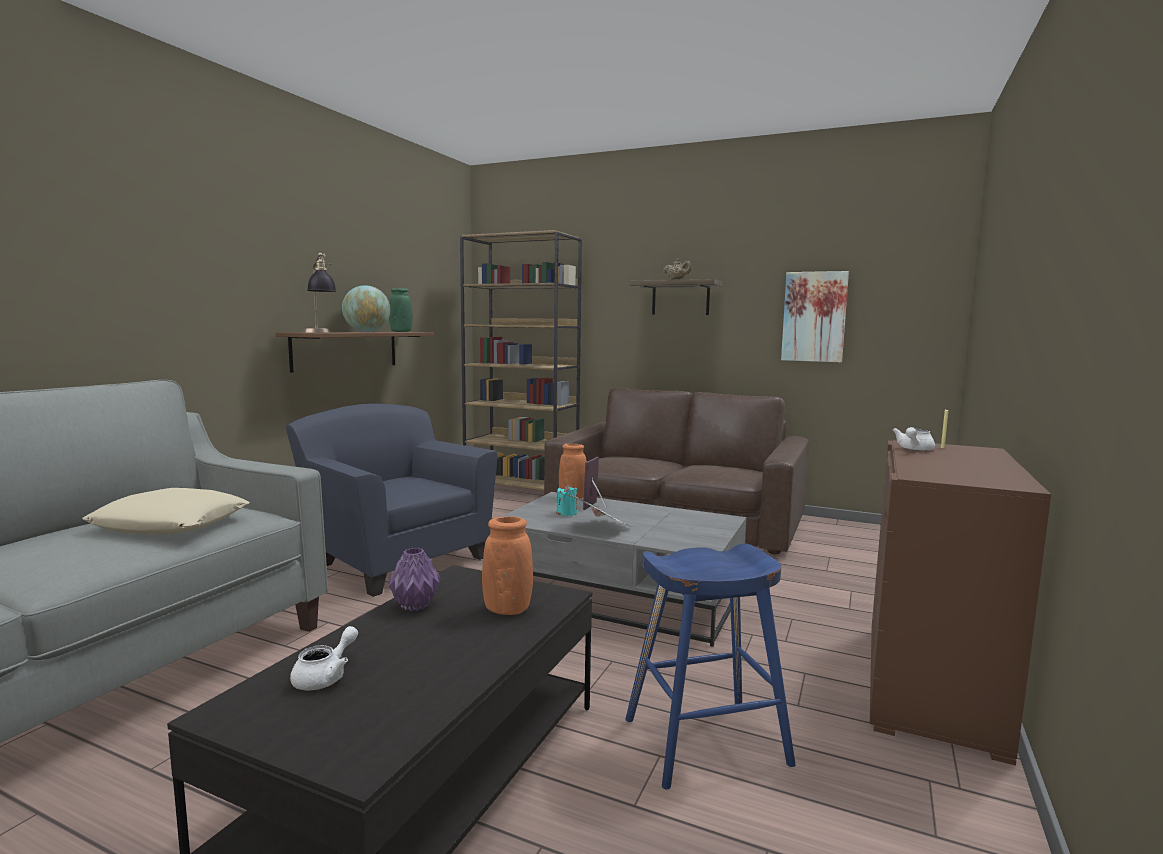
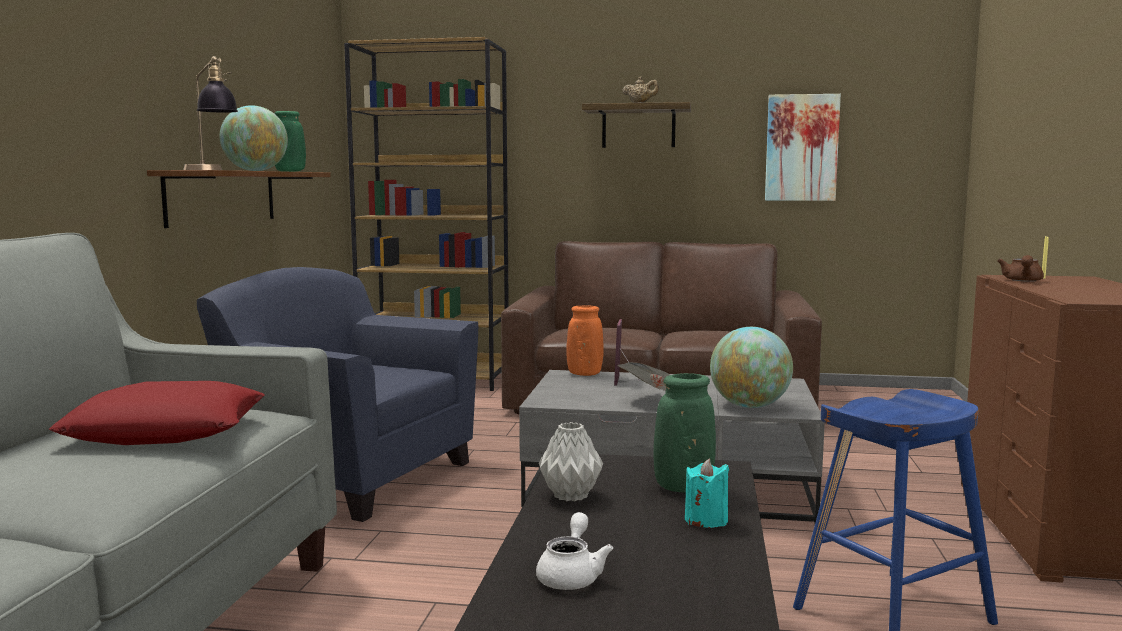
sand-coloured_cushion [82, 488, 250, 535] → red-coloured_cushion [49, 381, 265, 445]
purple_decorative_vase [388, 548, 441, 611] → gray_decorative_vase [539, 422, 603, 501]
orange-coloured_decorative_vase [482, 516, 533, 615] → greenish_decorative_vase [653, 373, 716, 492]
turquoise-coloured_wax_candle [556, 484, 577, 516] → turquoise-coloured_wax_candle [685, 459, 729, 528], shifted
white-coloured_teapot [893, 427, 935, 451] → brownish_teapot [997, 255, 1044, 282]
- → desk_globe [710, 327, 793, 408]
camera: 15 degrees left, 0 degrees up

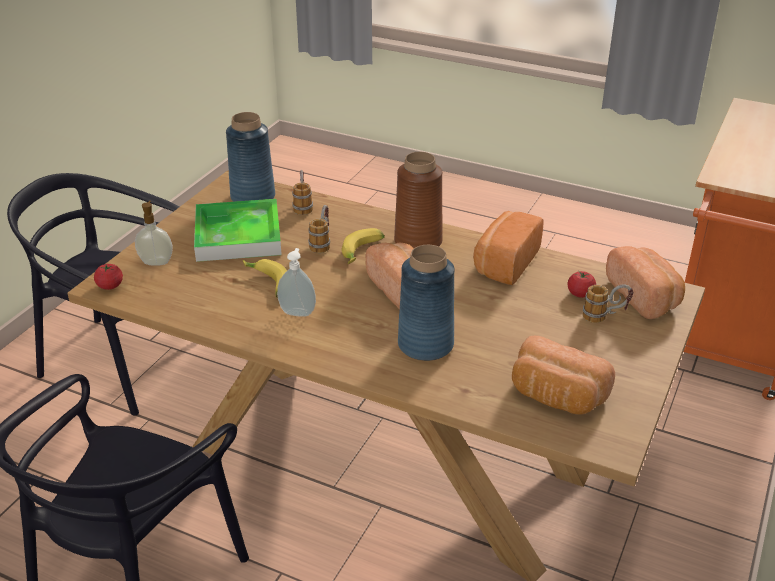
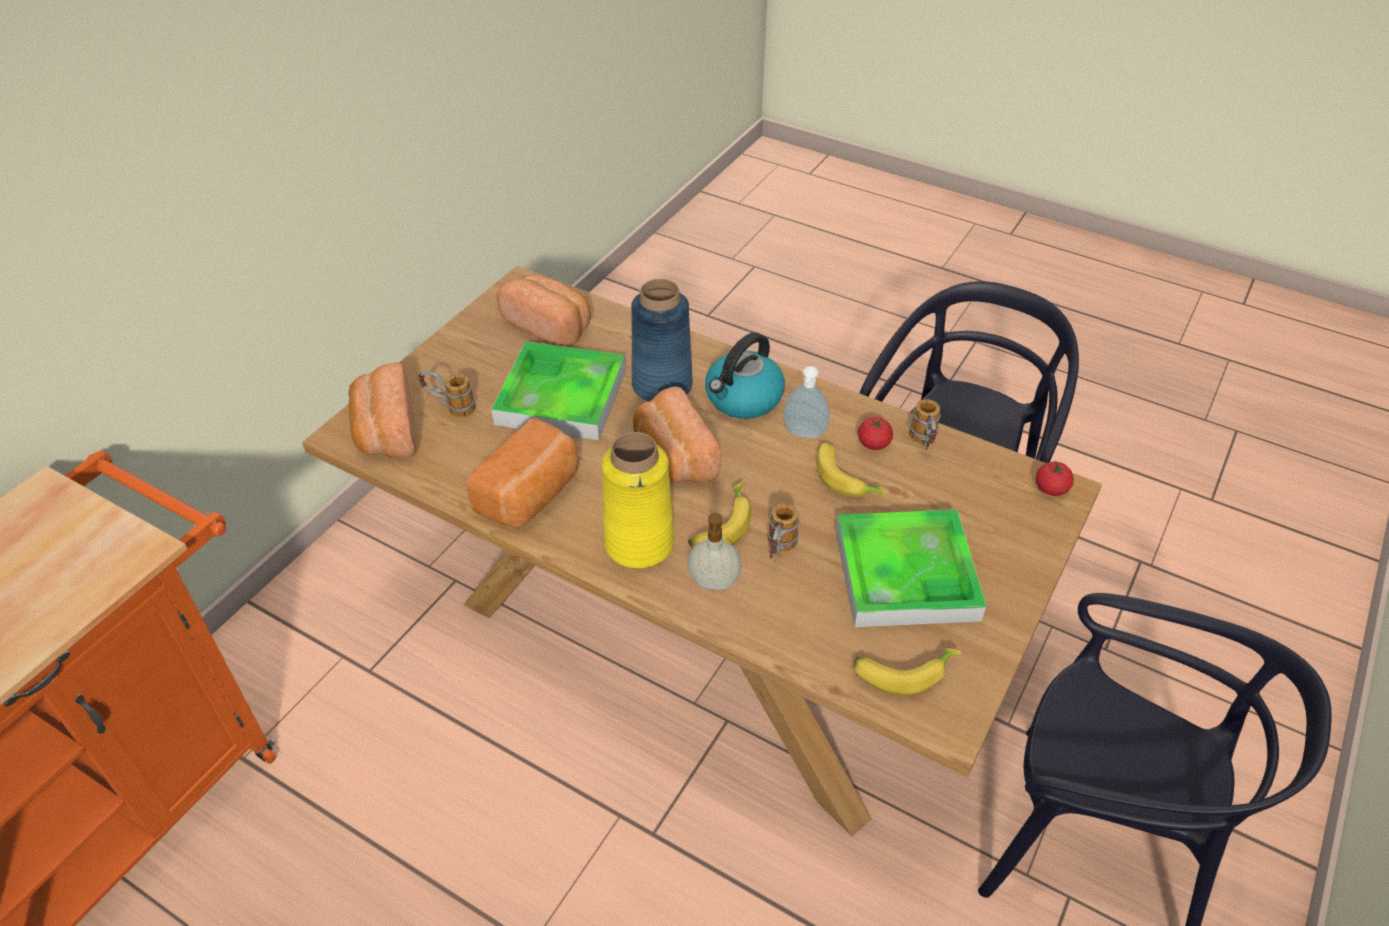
soap_bottle [135, 201, 172, 266] → soap_bottle [687, 513, 742, 590], shifted
blue-coloured_decorative_vase [226, 112, 275, 202] → banana_fruit [854, 648, 961, 696]
mug [292, 170, 313, 215] → mug [909, 399, 941, 449], shifted
brownish_decorative_vase [394, 152, 443, 248] → yellow-coloured_decorative_vase [601, 432, 674, 568]
tomato [567, 270, 596, 298] → tomato [858, 417, 893, 450], shifted
- → serving_tray [491, 341, 626, 441]
- → kettle [705, 332, 785, 419]
camera: 175 degrees left, 10 degrees up

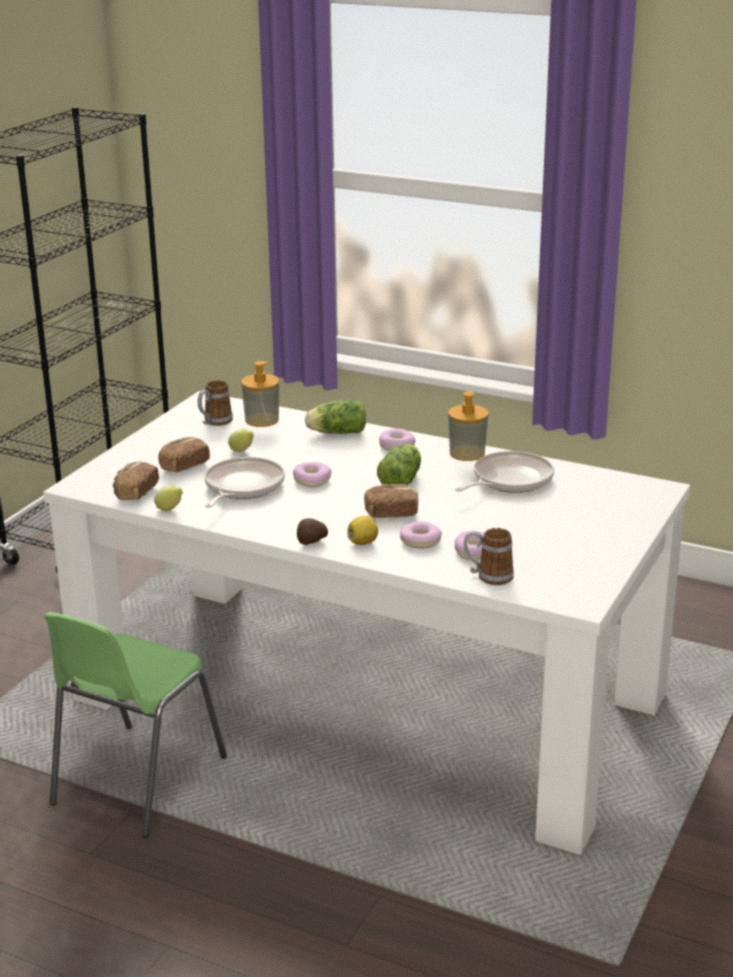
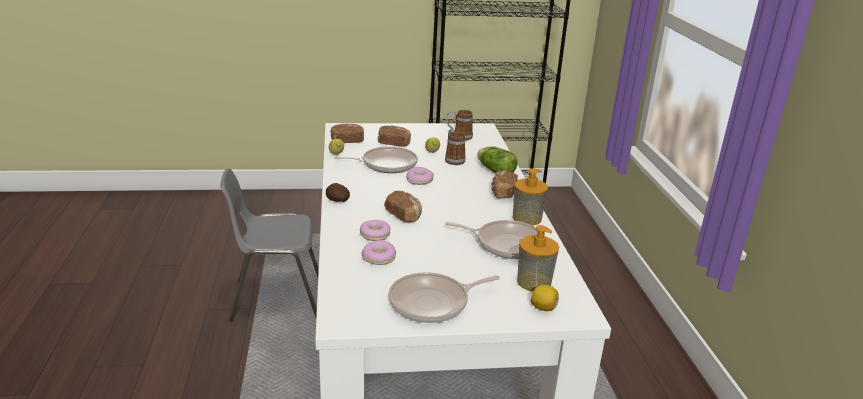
greenish_upright_chair [45, 612, 227, 838] → gray_upright_chair [220, 168, 319, 322]
soap_bottle [241, 361, 279, 427] → soap_bottle [517, 225, 559, 291], shifted
whole_lemon [347, 516, 378, 545] → whole_lemon [531, 285, 559, 311], shifted
lettuce [377, 444, 421, 486] → -
ring_doughnut [379, 428, 416, 451] → bakery_bread [491, 171, 518, 198]
mug [464, 528, 514, 585] → mug [445, 129, 466, 165], shifted
- → pan [388, 272, 500, 323]
camera: 55 degrees right, 0 degrees up

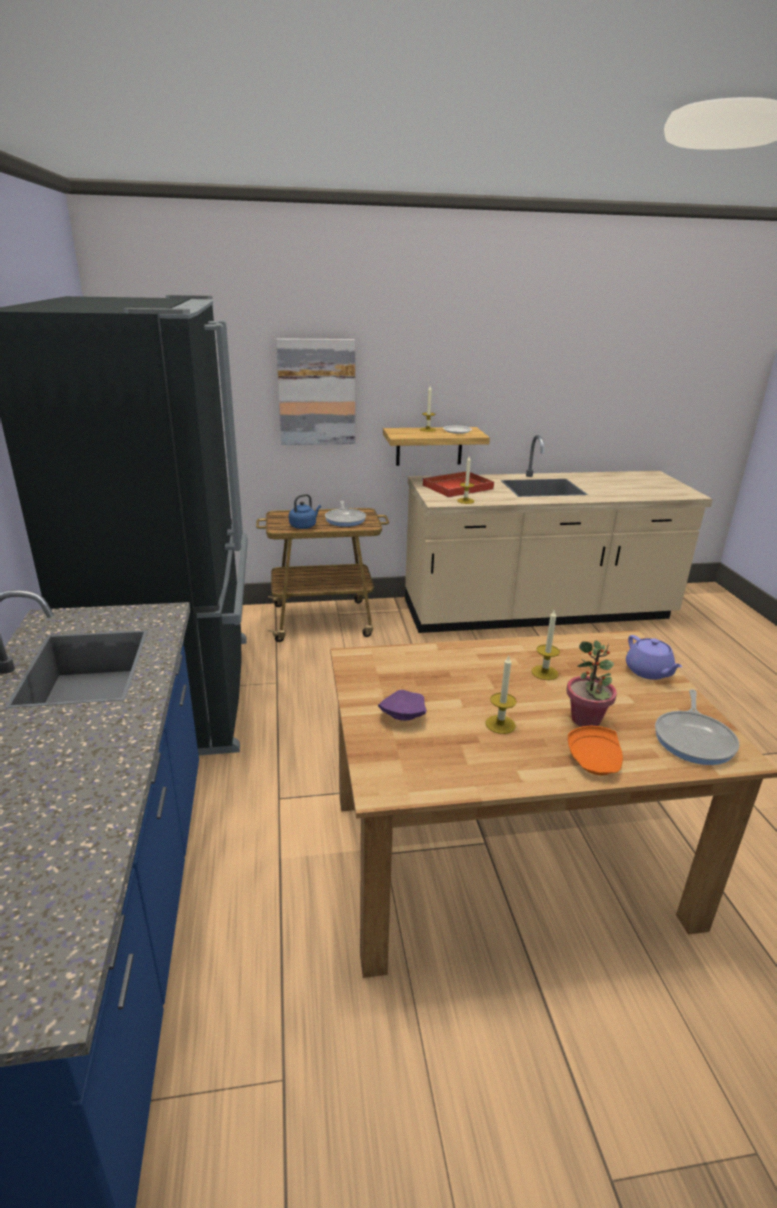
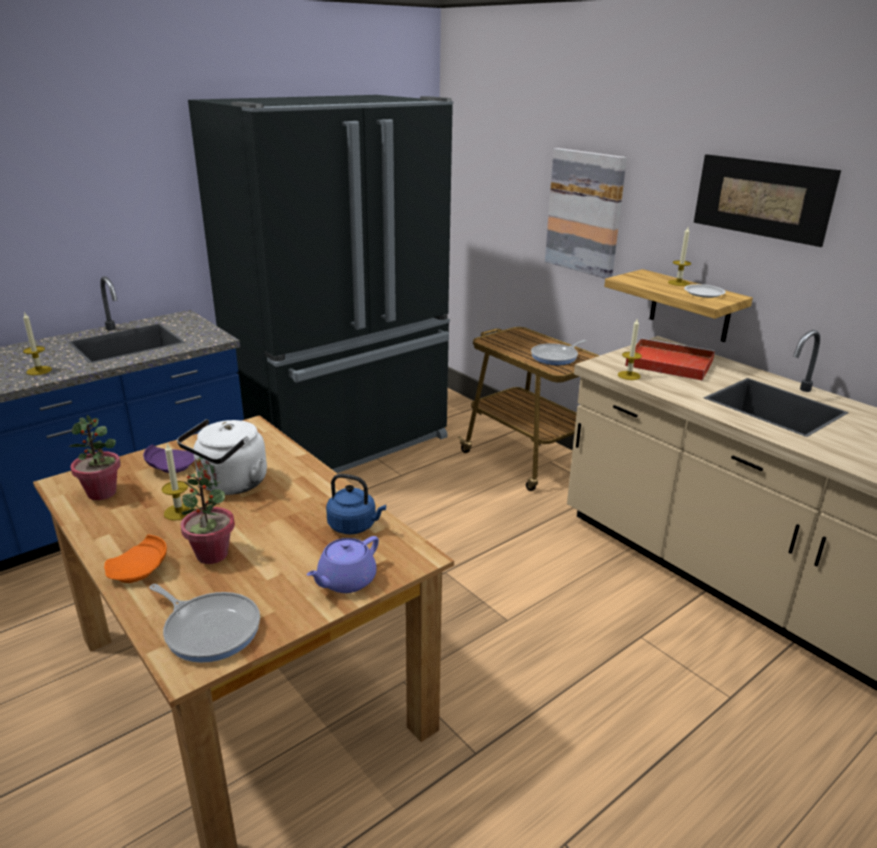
blue-coloured_kettle [289, 494, 321, 529] → blue-coloured_kettle [326, 474, 386, 534], shifted
wax_candle [531, 609, 560, 680] → wax_candle [23, 311, 52, 375], shifted
pan [655, 689, 739, 765] → pan [149, 584, 260, 663], 135 degrees counterclockwise
- → plant_in_a_pot [69, 415, 121, 500]
- → white-coloured_kettle [177, 419, 267, 495]
- → wall_art [694, 154, 841, 247]
camera: 60 degrees right, 0 degrees up

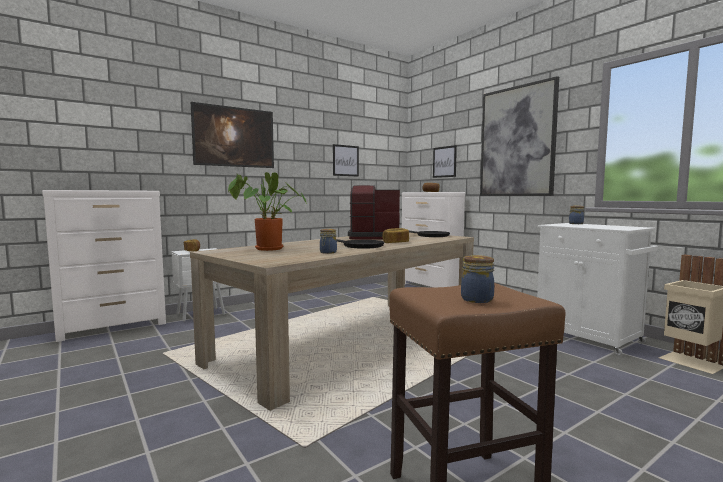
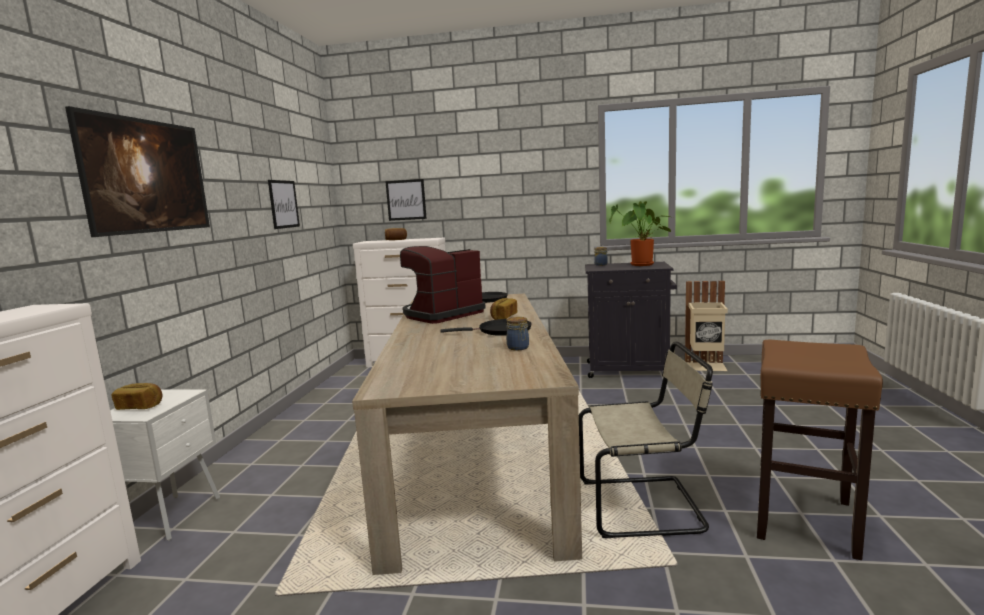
plant_in_a_pot [228, 172, 307, 251] → plant_in_a_pot [609, 201, 671, 266], shifted
storage_jar [461, 255, 494, 303] → -
wall_art [480, 76, 559, 196] → -
white-coloured_cupboard [537, 223, 658, 356] → black_cupboard [585, 262, 677, 378]
- → sand-coloured_upright_chair [579, 342, 713, 538]
camera: 45 degrees left, 5 degrees up

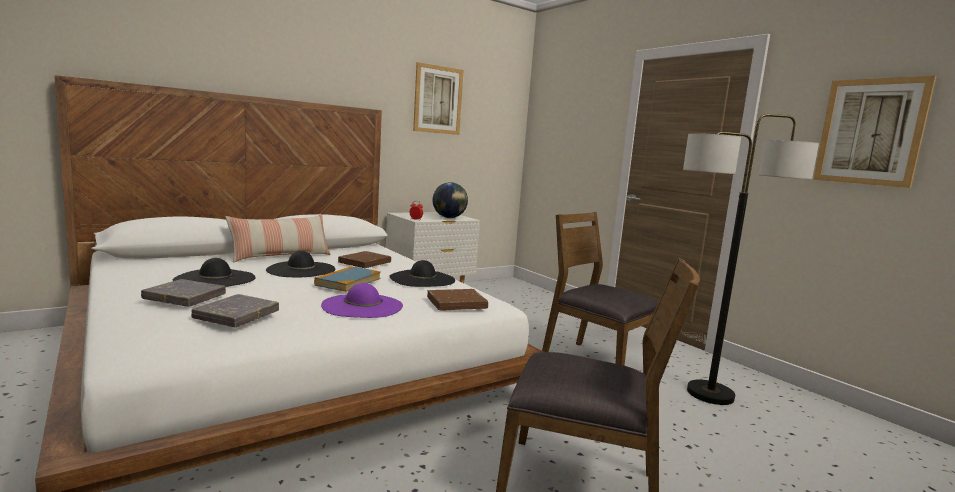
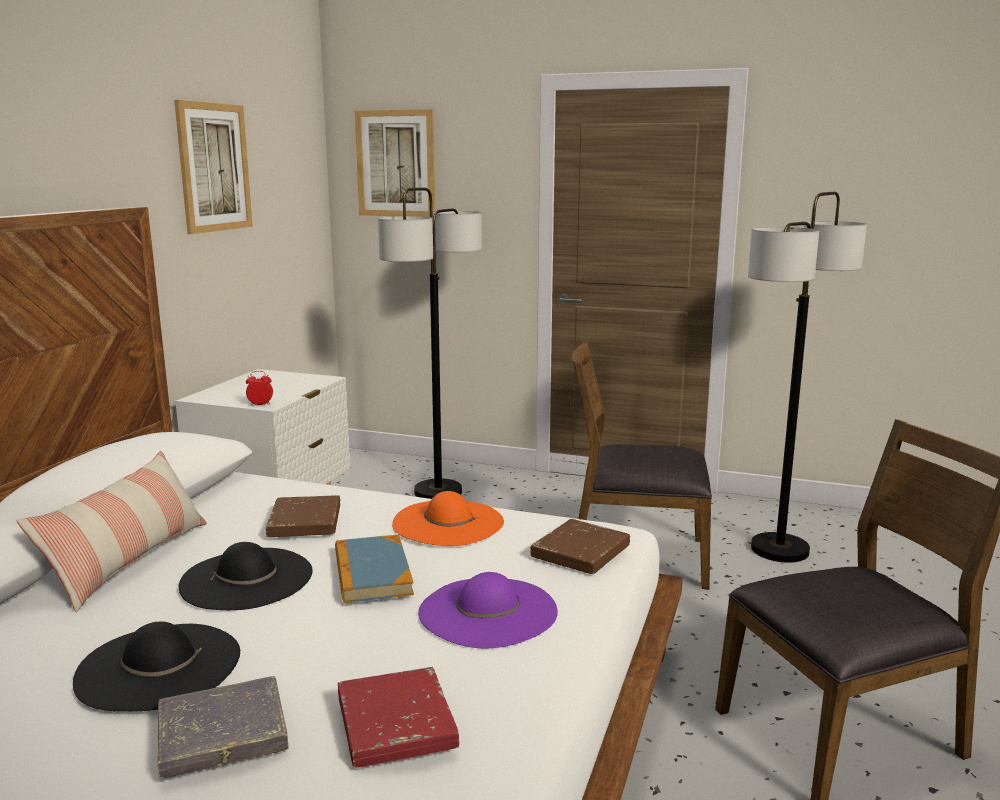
gray_book [191, 294, 279, 327] → red-coloured_book [338, 667, 459, 768]
black_hat [389, 260, 455, 287] → orange-coloured_hat [392, 491, 504, 546]
desk_globe [433, 182, 468, 218] → -
wall_art [813, 75, 936, 188] → wall_art [355, 109, 435, 217], shifted
- → floor_lamp [378, 188, 482, 499]
camera: 35 degrees left, 5 degrees up

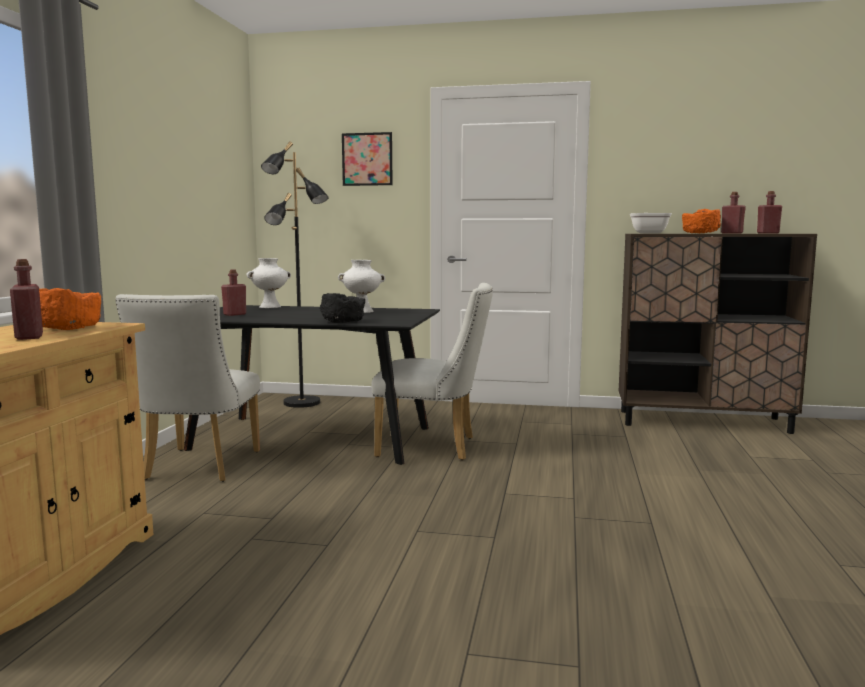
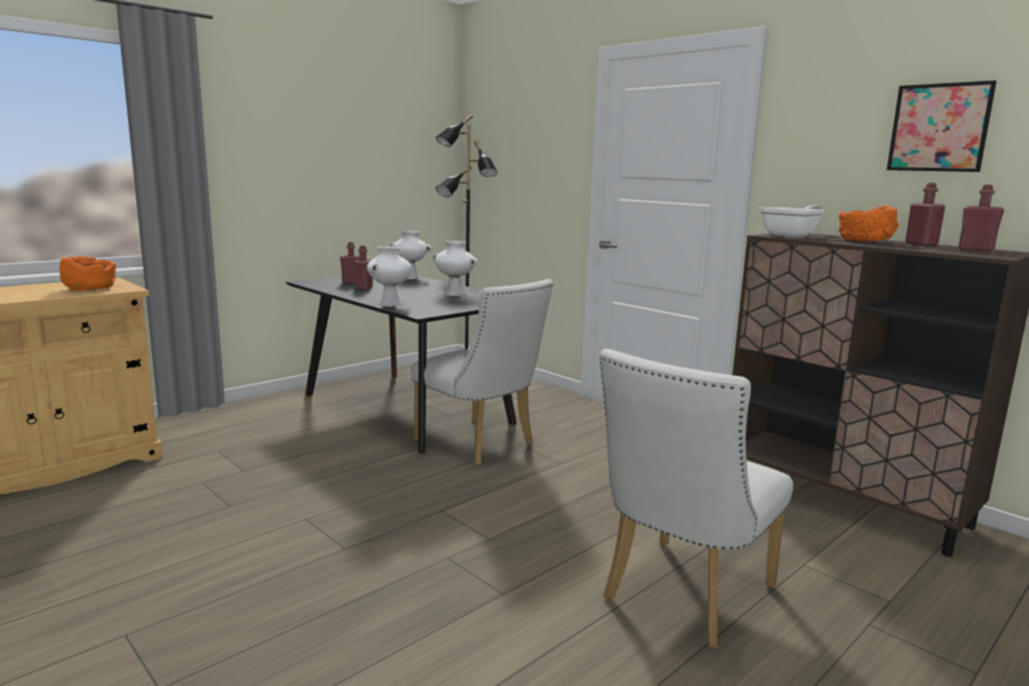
red-coloured_drink_bottle [10, 259, 43, 340] → red-coloured_drink_bottle [354, 245, 373, 290], shifted
white-coloured_upright_chair [115, 294, 260, 482] → white-coloured_upright_chair [600, 349, 793, 648], shifted
black_serving_bowl [320, 293, 365, 323] → white-coloured_decorative_vase [367, 246, 412, 307]
wall_art [342, 132, 393, 186] → wall_art [887, 80, 996, 172], shifted
camera: 35 degrees right, 5 degrees up

